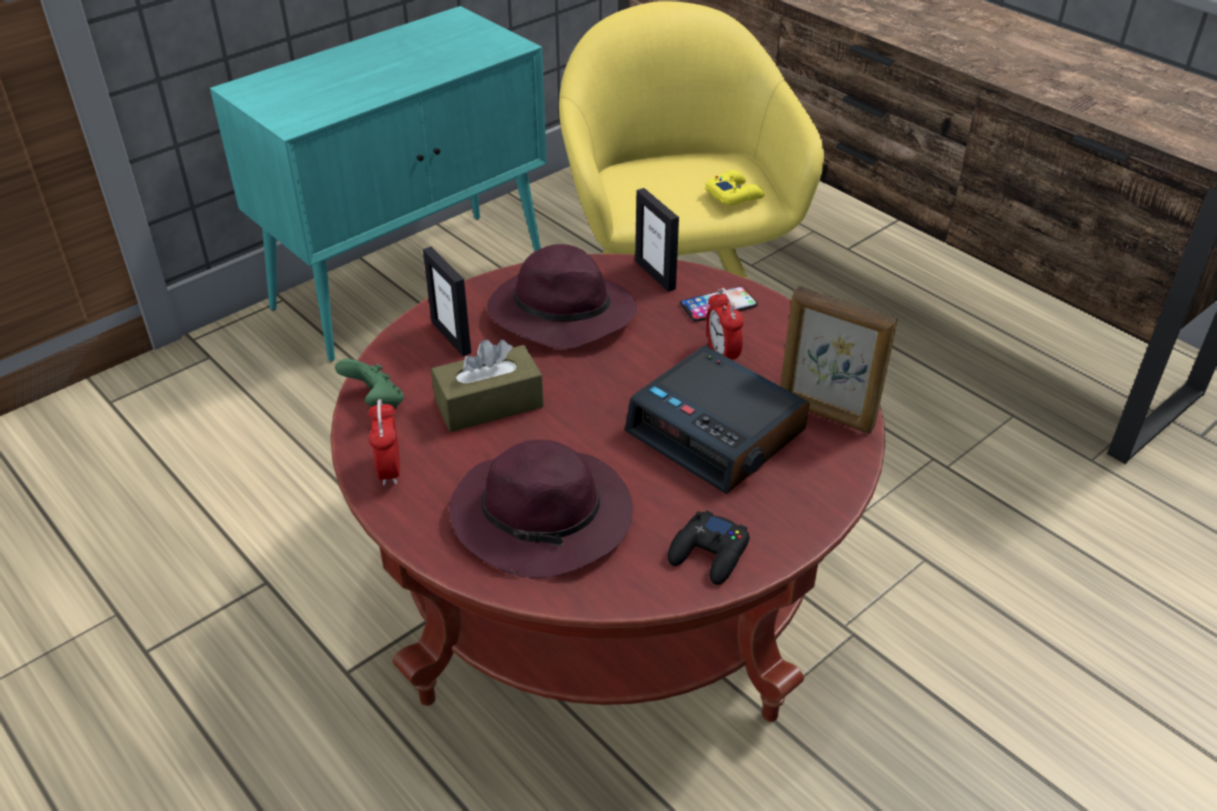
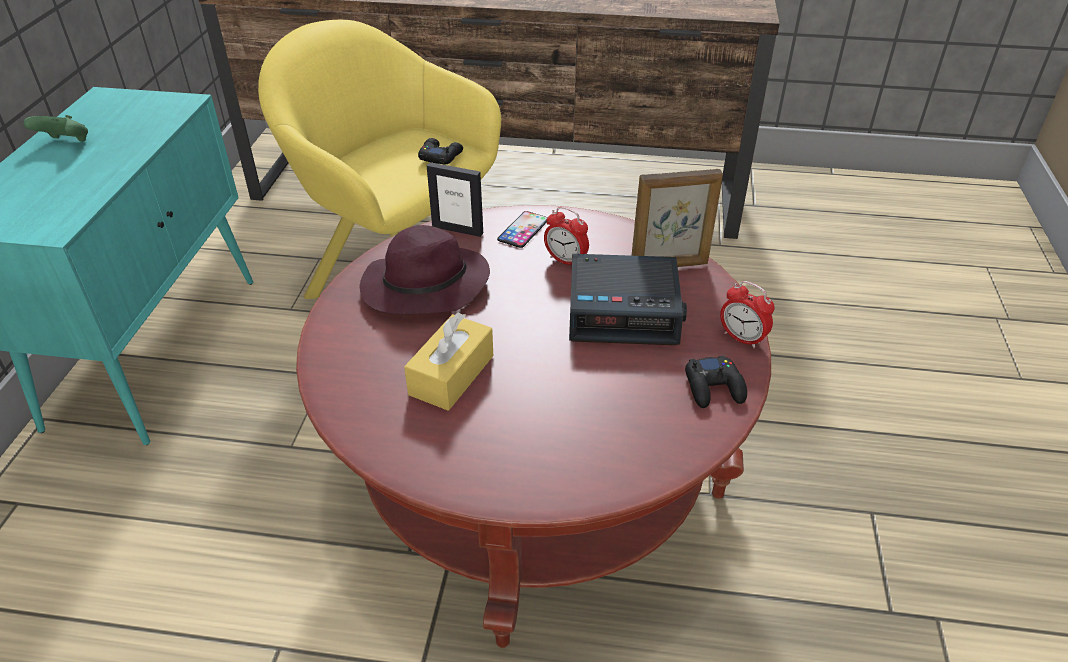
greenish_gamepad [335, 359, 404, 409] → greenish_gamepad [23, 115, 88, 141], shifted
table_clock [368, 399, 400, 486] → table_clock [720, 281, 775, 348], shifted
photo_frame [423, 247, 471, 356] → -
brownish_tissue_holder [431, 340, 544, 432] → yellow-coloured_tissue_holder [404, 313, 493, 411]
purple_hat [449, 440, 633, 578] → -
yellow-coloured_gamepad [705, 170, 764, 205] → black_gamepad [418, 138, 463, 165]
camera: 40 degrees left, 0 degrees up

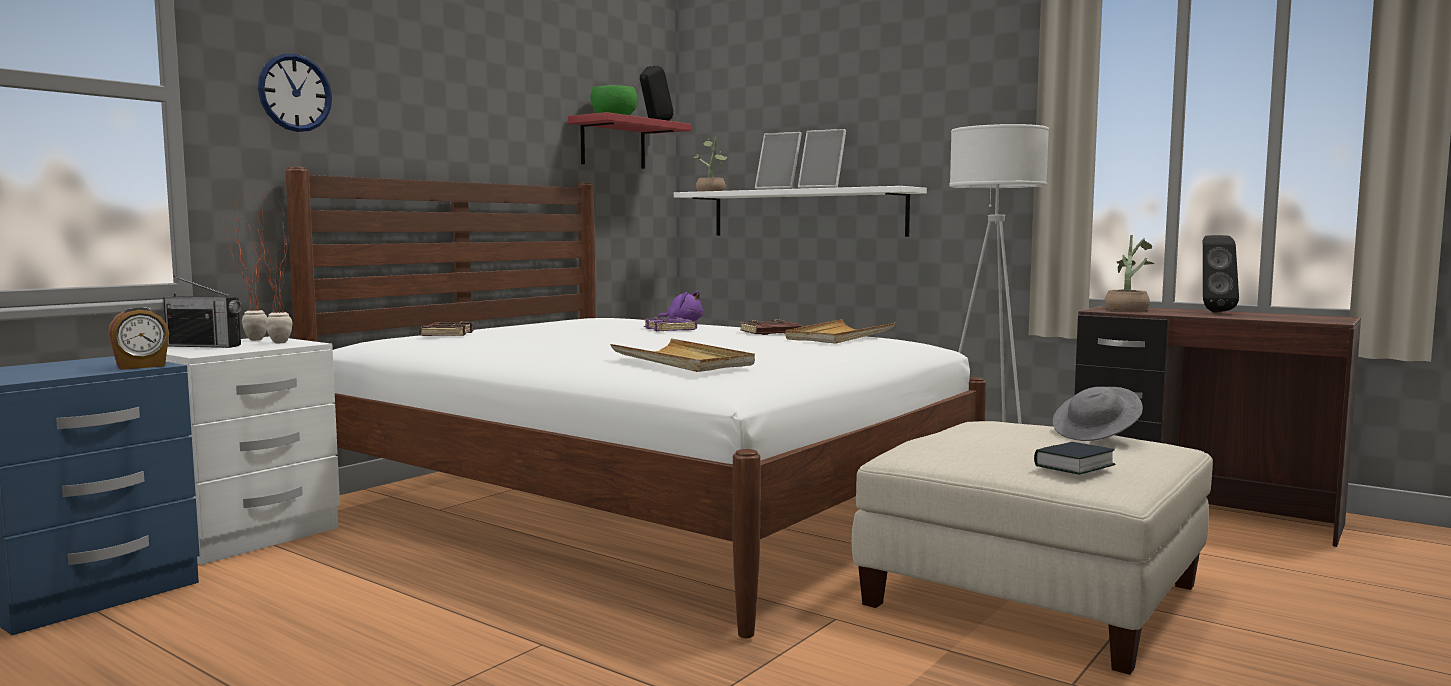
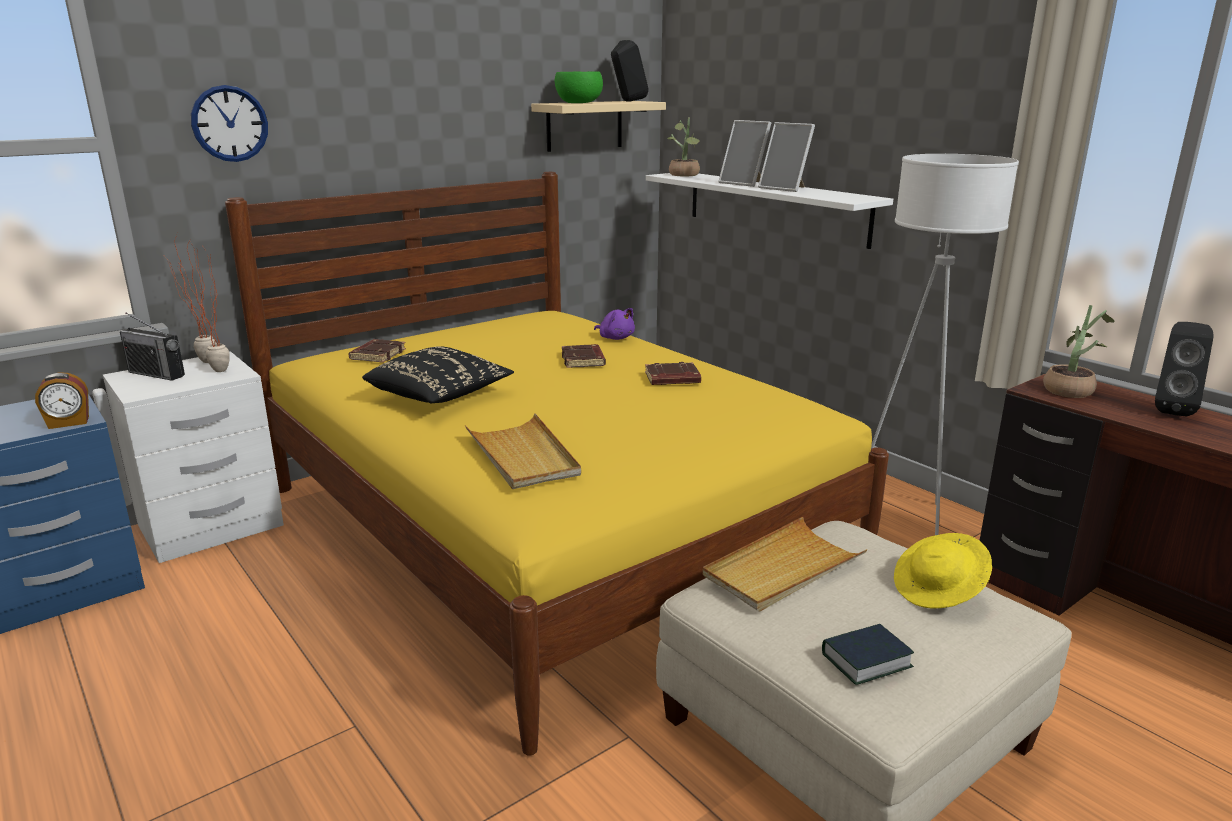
white-coloured_bedroom_bed [285, 166, 986, 638] → yellow-coloured_bedroom_bed [225, 172, 889, 756]
red-coloured_bracket_shelf [568, 112, 691, 169] → sand-coloured_bracket_shelf [531, 101, 666, 152]
purple_book [644, 317, 697, 331] → brownish_book [562, 344, 606, 368]
sand-coloured_serving_tray [786, 319, 896, 344] → sand-coloured_serving_tray [703, 517, 867, 611], shifted
gray_hat [1053, 387, 1143, 441] → yellow-coloured_hat [894, 533, 992, 608]
- → black_cushion [362, 346, 514, 403]
camera: 15 degrees right, 15 degrees up

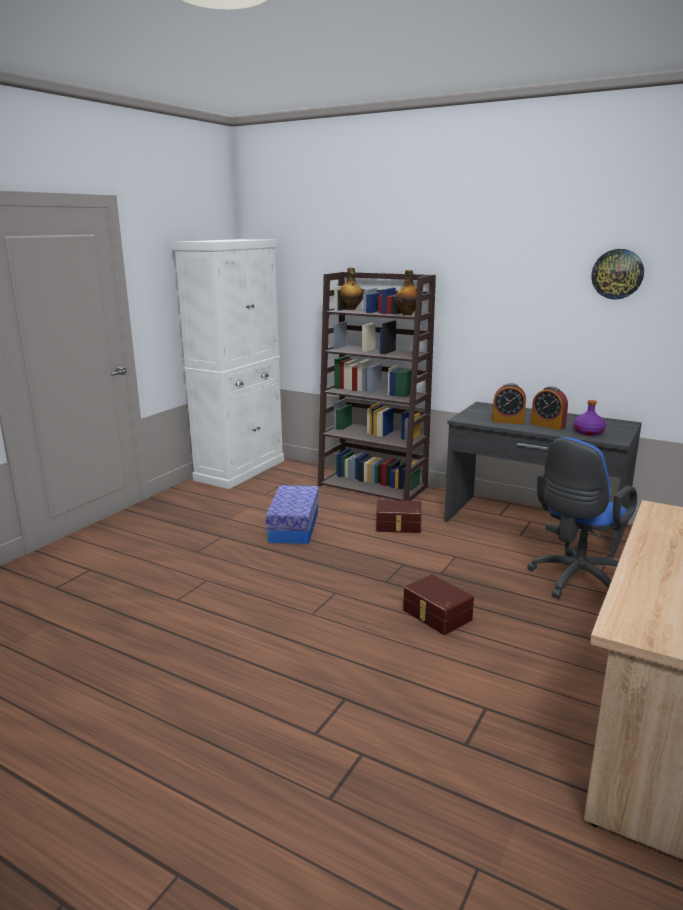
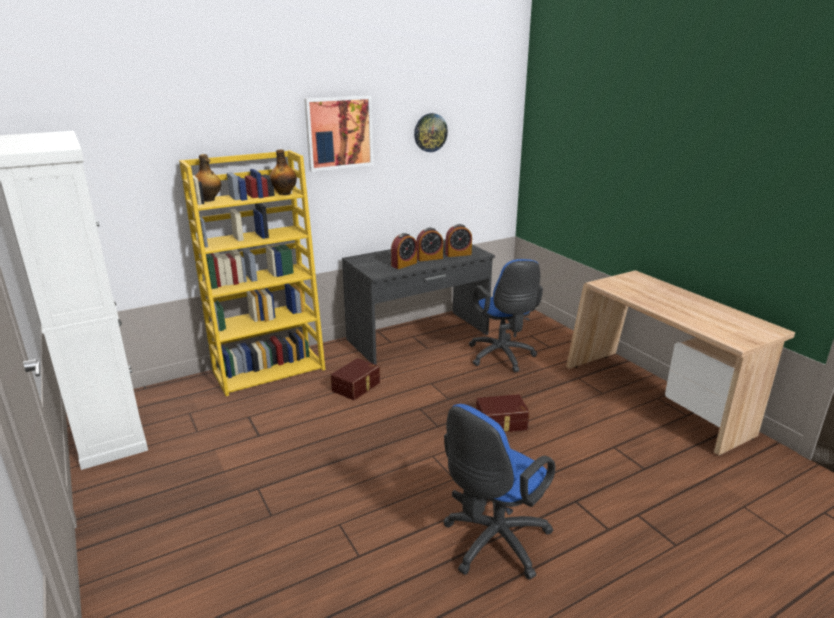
storage_box [265, 485, 319, 544] → -
brownish_bookshelf [318, 272, 436, 501] → yellow-coloured_bookshelf [179, 150, 326, 396]
purple_drink_bottle [573, 400, 606, 436] → table_clock [445, 224, 472, 257]
- → wall_art [304, 95, 373, 172]
- → blue-coloured_desk_chair [443, 404, 555, 580]
camera: 60 degrees left, 5 degrees up

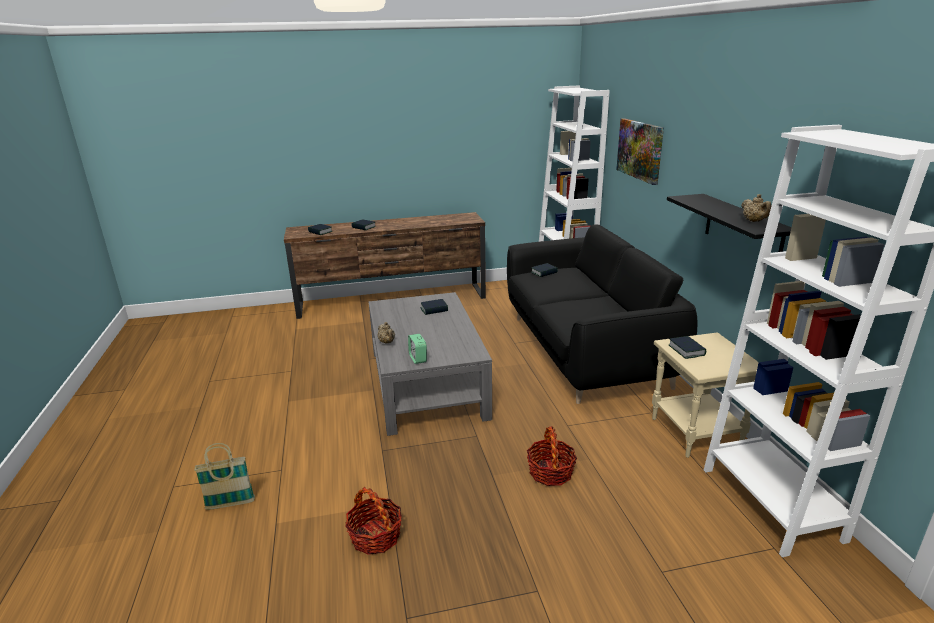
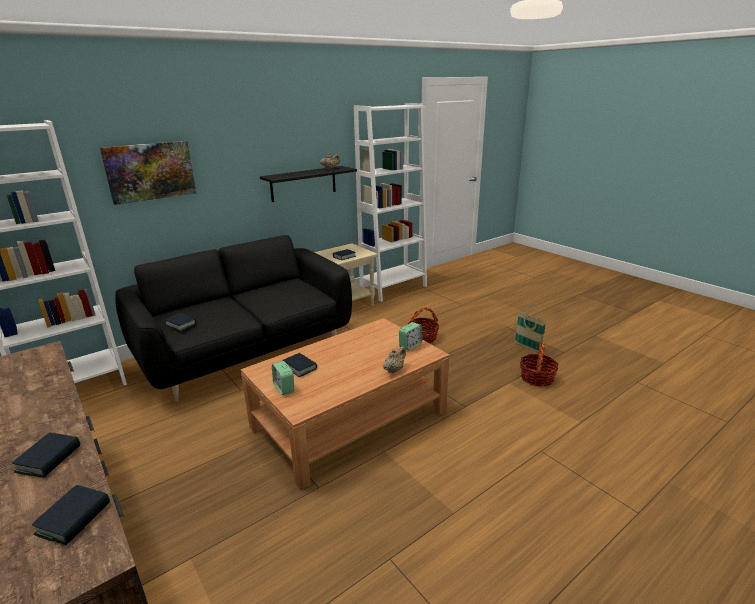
household_basket [194, 443, 255, 510] → household_basket [515, 304, 546, 353], shifted
gray_low_table [369, 292, 492, 436] → brownish_low_table [240, 318, 449, 490]
- → table_clock [272, 361, 294, 395]
camera: 115 degrees left, 0 degrees up

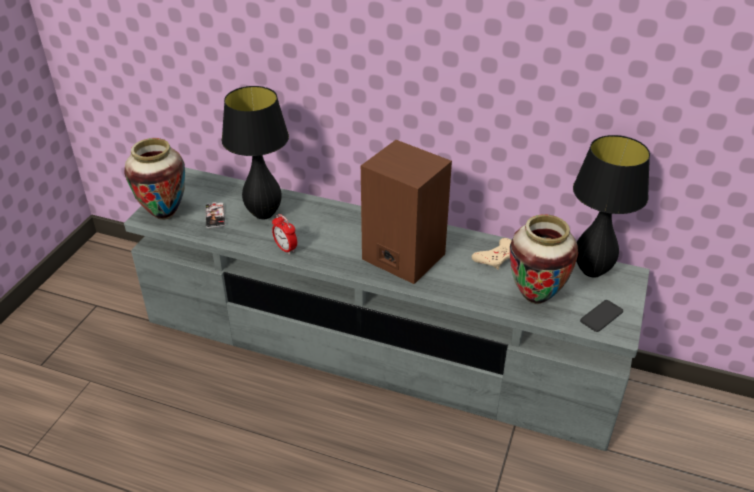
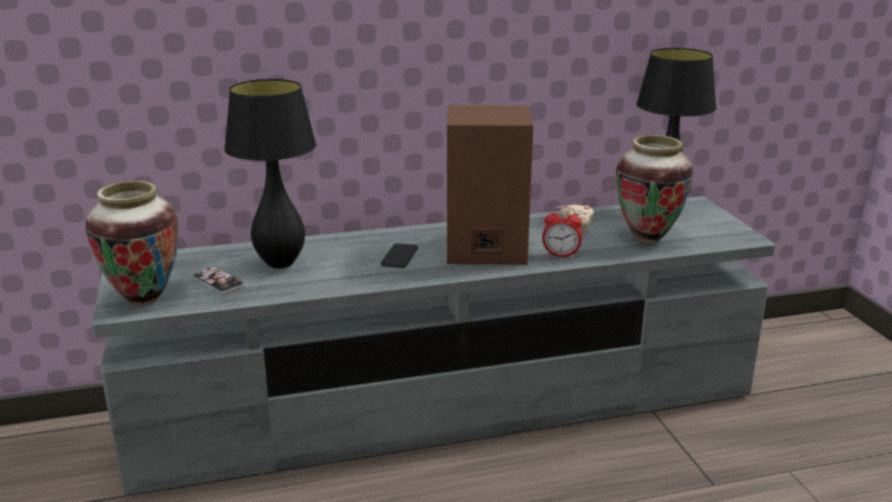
table_clock [272, 214, 297, 255] → table_clock [542, 206, 582, 258], shifted
telephone [580, 300, 623, 332] → telephone [381, 243, 418, 268], shifted
camera: 35 degrees left, 15 degrees down

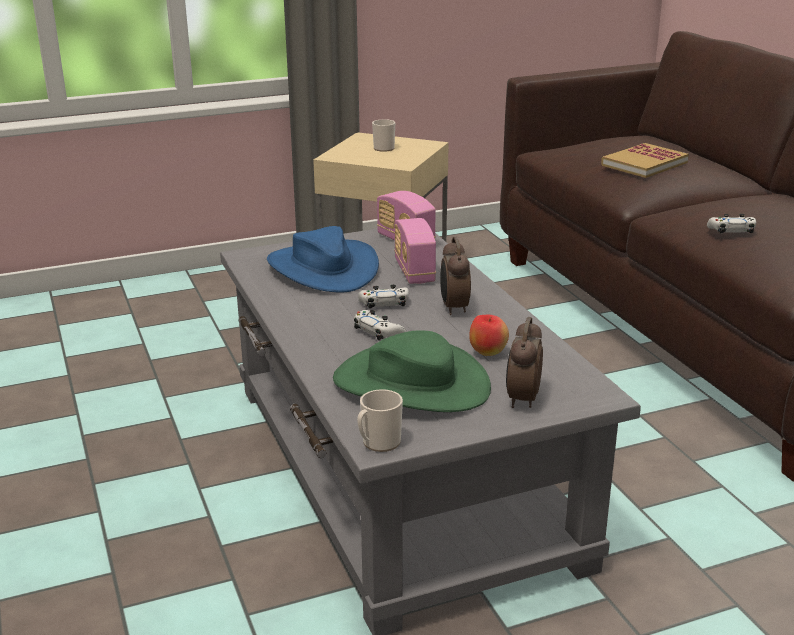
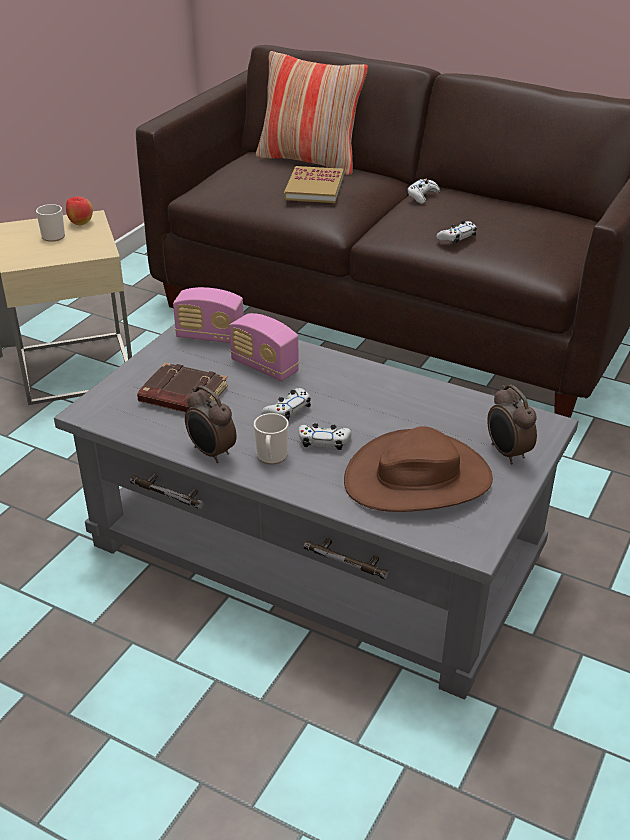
blue-coloured_hat [267, 226, 379, 292] → brownish_book [137, 363, 228, 412]
greenish_hat [333, 331, 491, 412] → brownish_hat [344, 426, 493, 512]
mug [357, 389, 403, 452] → mug [254, 413, 289, 465], shifted
table_clock [440, 237, 471, 315] → table_clock [185, 385, 237, 463], shifted
apple_fruit [469, 315, 509, 356] → apple_fruit [66, 197, 93, 226], shifted
- → cushion [256, 51, 368, 175]
- → white-coloured_gamepad [407, 179, 440, 204]
camera: 40 degrees left, 10 degrees up

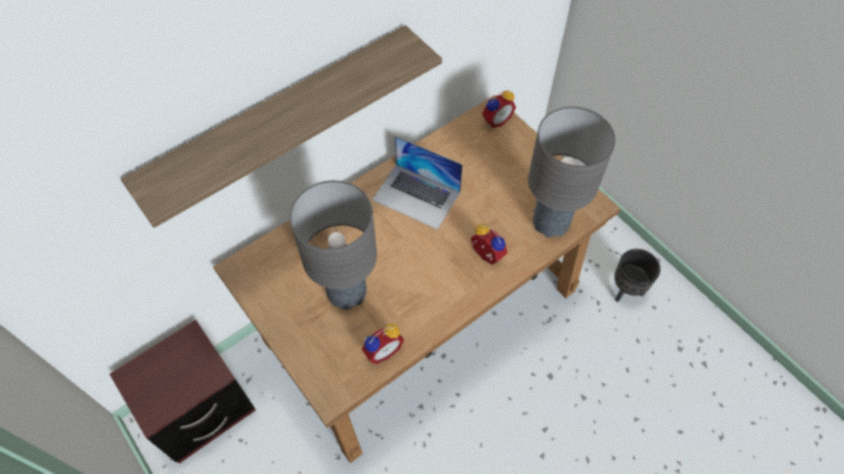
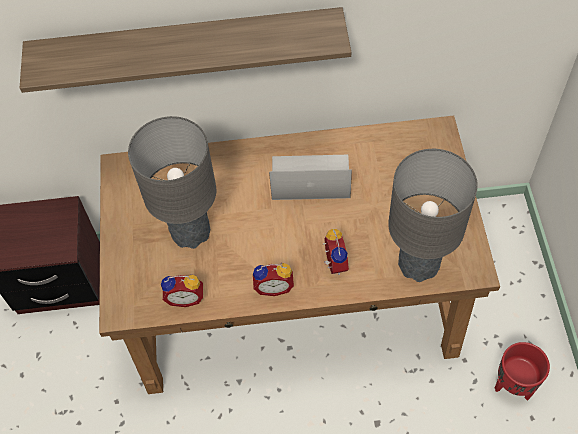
notebook_computer [372, 136, 463, 230] → notebook_computer [269, 155, 352, 200], 120 degrees clockwise
table_clock [482, 90, 516, 128] → table_clock [253, 263, 294, 296], shifted
black_planter [614, 249, 660, 302] → red-coloured_planter [495, 342, 550, 401]
camera: 35 degrees right, 0 degrees up

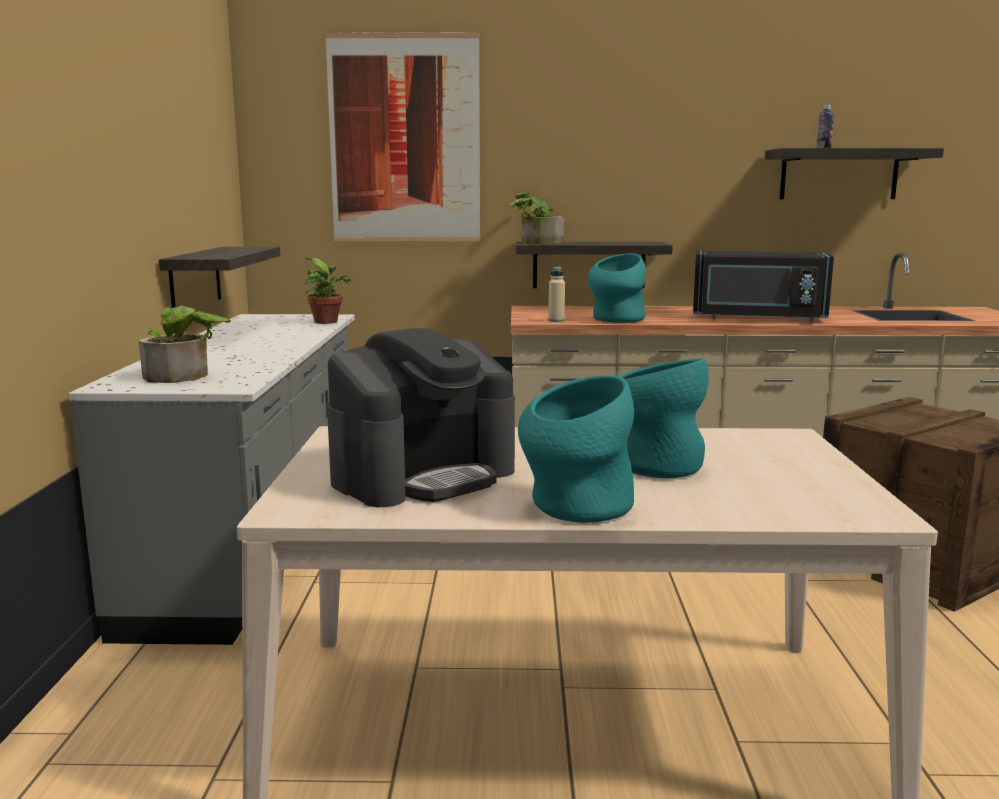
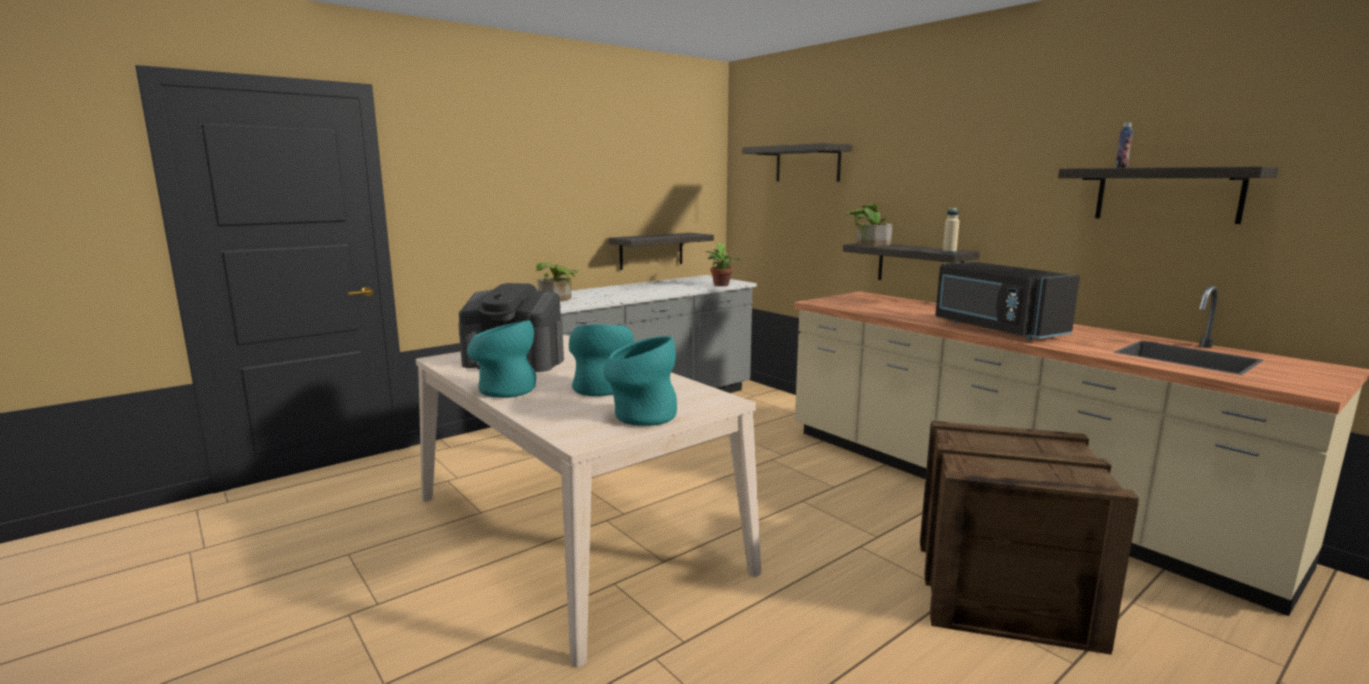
wall_art [325, 32, 480, 241] → bracket_shelf [742, 143, 852, 182]
sand-coloured_drink_bottle [548, 266, 565, 322] → sand-coloured_drink_bottle [943, 207, 959, 253], shifted
turquoise-coloured_decorative_vase [588, 253, 646, 323] → turquoise-coloured_decorative_vase [603, 336, 677, 426], shifted
camera: 50 degrees right, 0 degrees up

